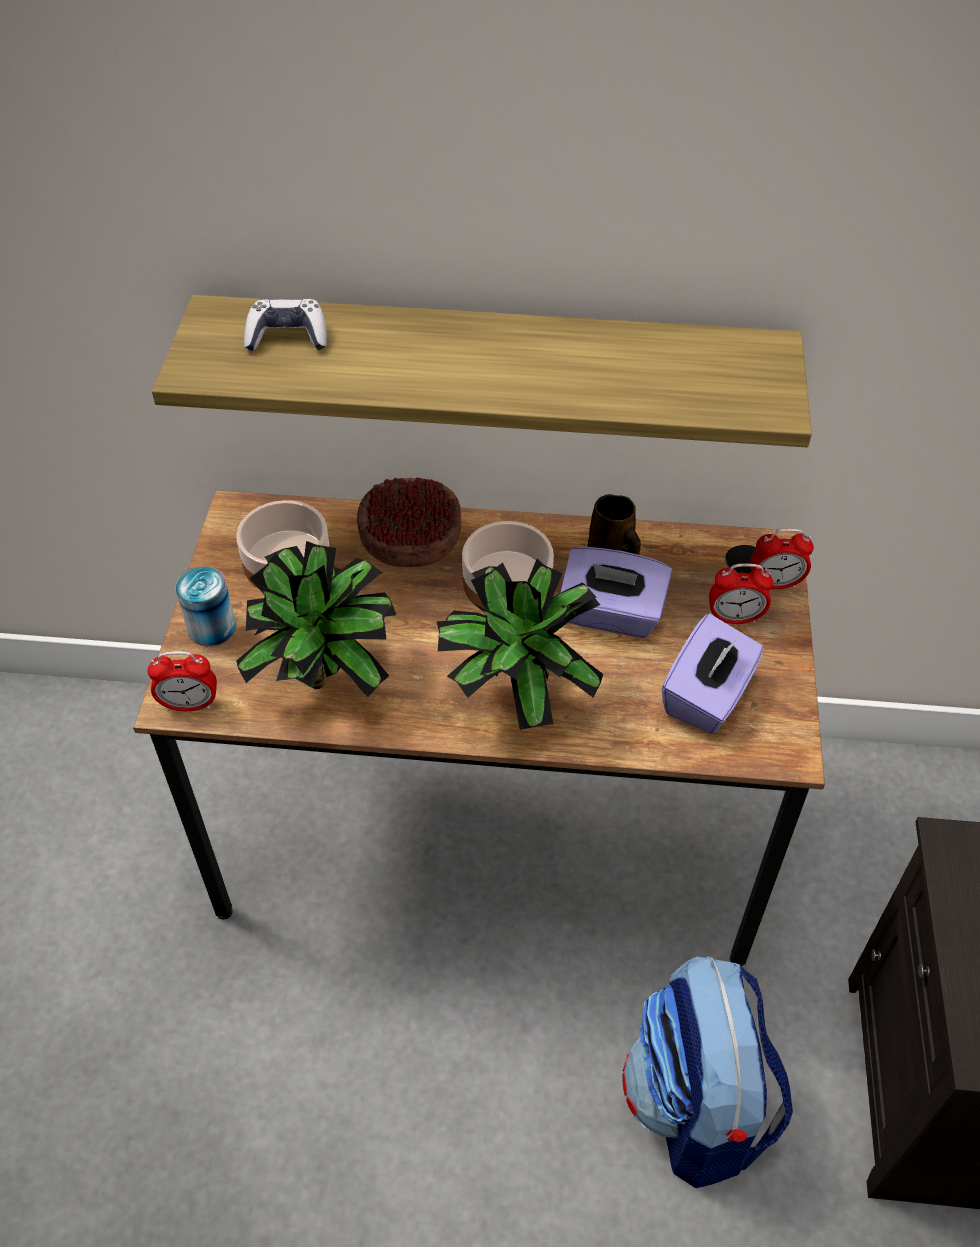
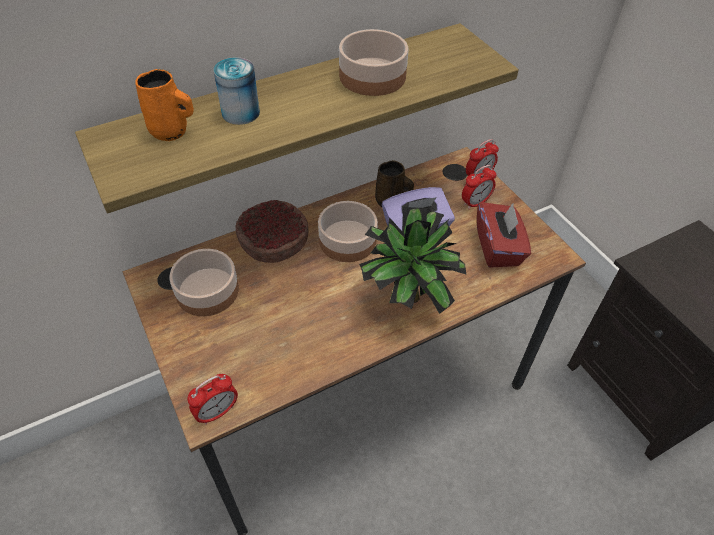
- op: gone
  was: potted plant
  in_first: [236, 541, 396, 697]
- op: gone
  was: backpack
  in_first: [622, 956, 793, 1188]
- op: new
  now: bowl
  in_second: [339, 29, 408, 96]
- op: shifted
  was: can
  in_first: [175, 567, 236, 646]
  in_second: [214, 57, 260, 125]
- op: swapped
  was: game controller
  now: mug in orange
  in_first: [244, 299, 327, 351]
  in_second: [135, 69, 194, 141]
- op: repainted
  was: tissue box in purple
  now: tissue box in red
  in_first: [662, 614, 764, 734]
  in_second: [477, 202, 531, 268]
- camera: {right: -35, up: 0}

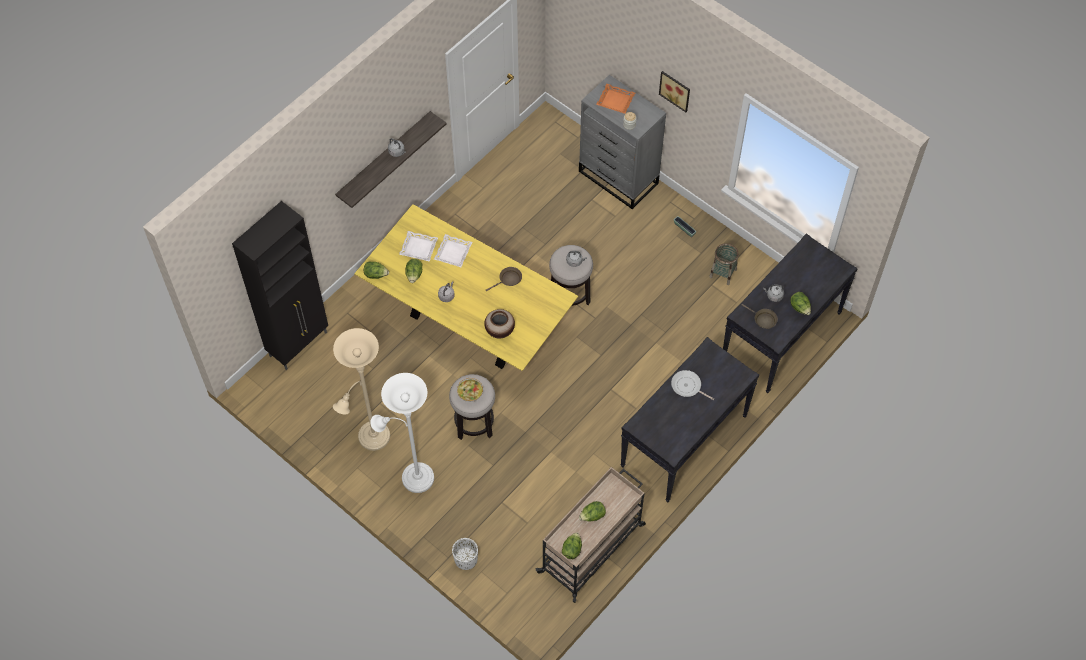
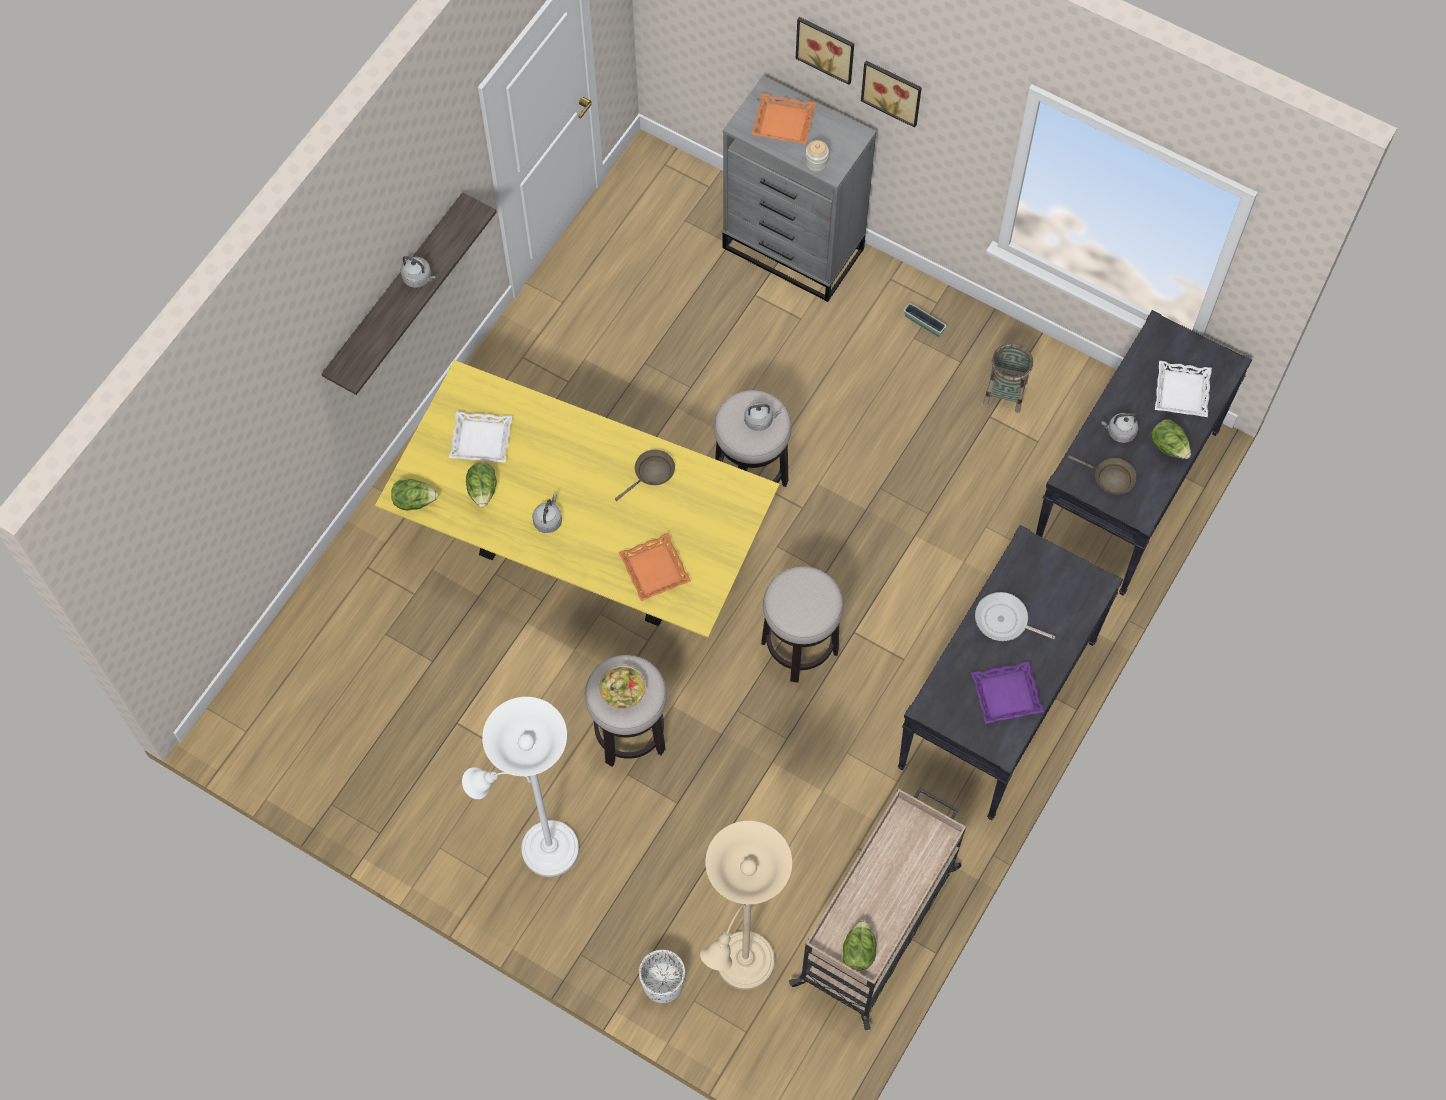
- op: gone
  was: cabinet in black
  in_first: [232, 201, 328, 370]
- op: gone
  was: lettuce
  in_first: [579, 501, 606, 521]
- op: new
  now: stool
  in_second: [761, 566, 844, 682]
- op: new
  now: picture
  in_second: [796, 17, 854, 85]
- op: new
  now: tray in purple
  in_second: [971, 661, 1044, 724]
- op: shifted
  was: floor lamp in beige
  in_first: [333, 328, 390, 451]
  in_second: [700, 821, 792, 990]
- op: shifted
  was: tray in white
  in_first: [434, 234, 472, 267]
  in_second: [1155, 361, 1212, 417]
- op: swapped
  was: vase
  now: tray in orange
  in_first: [484, 309, 515, 339]
  in_second: [618, 533, 691, 601]
- camera: {right: -10, up: 5}

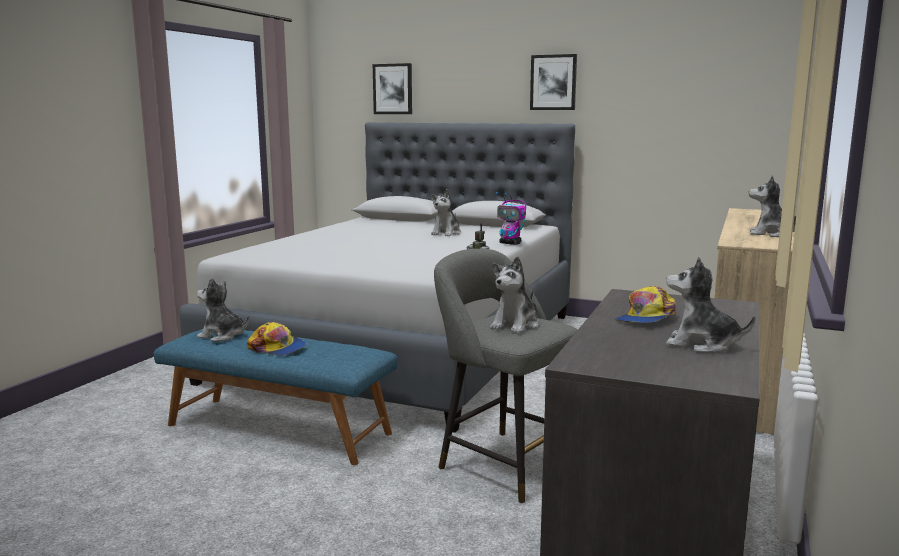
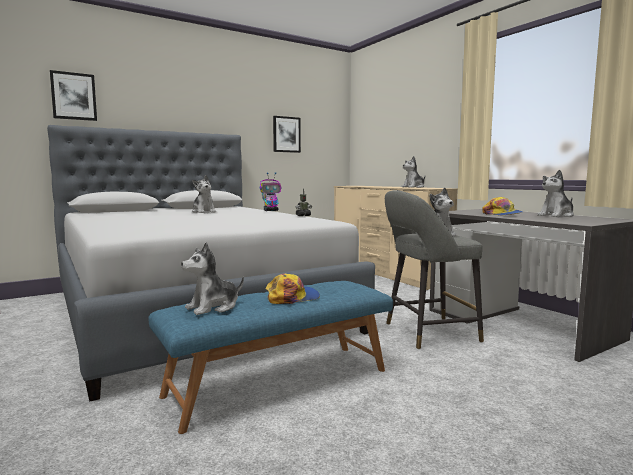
- op: shifted
  was: picture
  in_first: [530, 54, 577, 110]
  in_second: [273, 116, 301, 153]
- camera: {right: -55, up: -5}

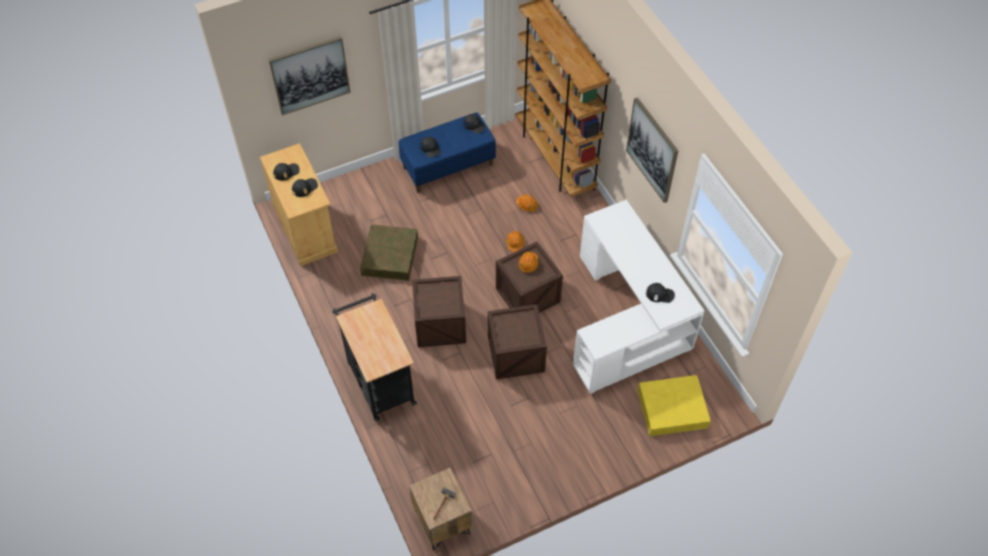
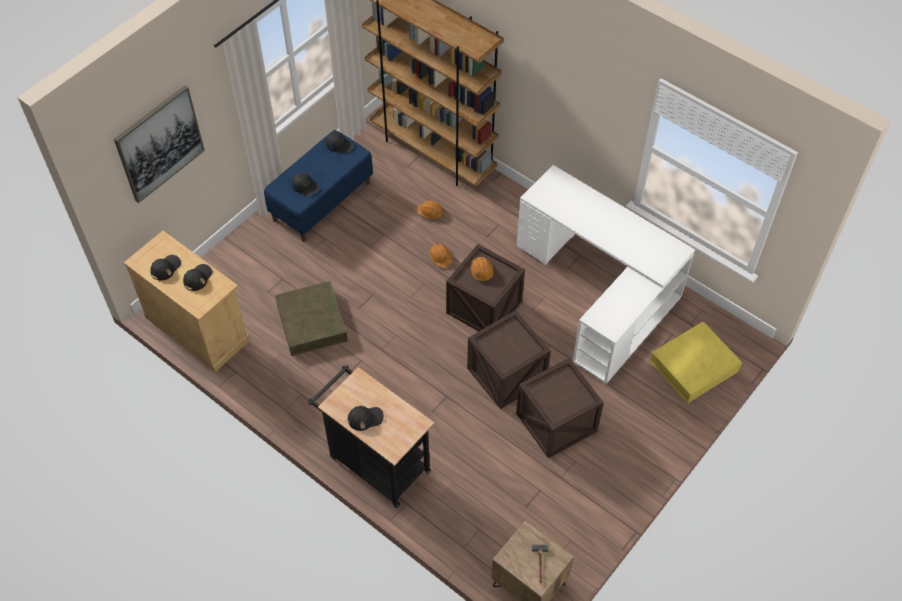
- op: gone
  was: picture
  in_first: [626, 97, 678, 203]
- op: shifted
  was: crate
  in_first: [412, 276, 466, 347]
  in_second: [516, 358, 604, 458]
- op: shifted
  was: cap in black
  in_first: [646, 283, 675, 303]
  in_second: [348, 406, 384, 431]
- camera: {right: -25, up: 0}

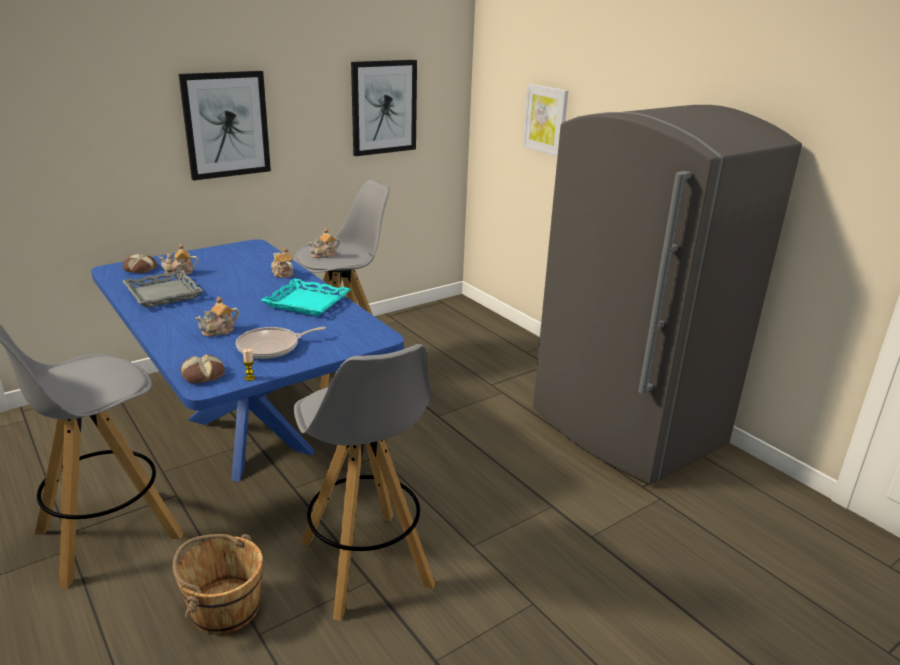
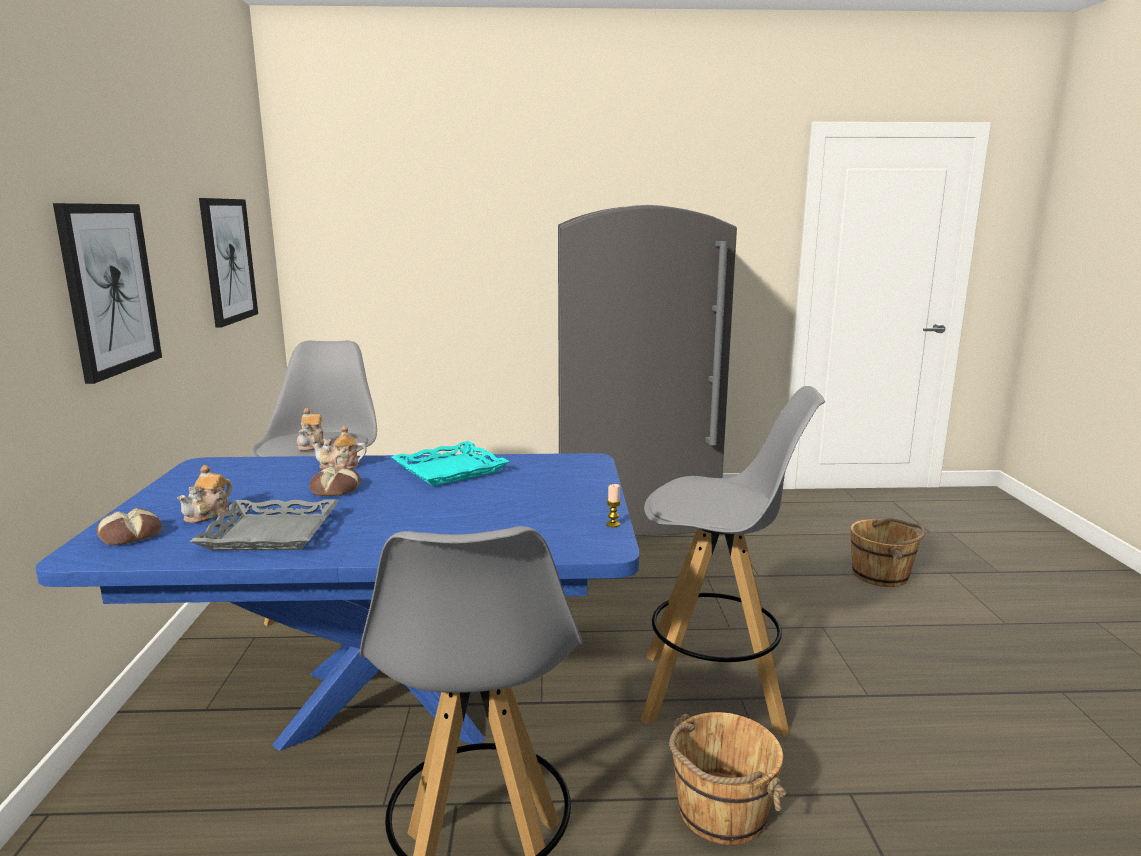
- op: gone
  was: teapot
  in_first: [195, 297, 239, 337]
- op: gone
  was: frying pan
  in_first: [236, 327, 326, 359]
- op: gone
  was: picture
  in_first: [523, 84, 568, 156]
- op: new
  now: bucket in brown
  in_second: [850, 517, 925, 587]
- op: shifted
  was: bread
  in_first: [180, 354, 225, 383]
  in_second: [309, 466, 361, 496]
- camera: {right: -55, up: -10}

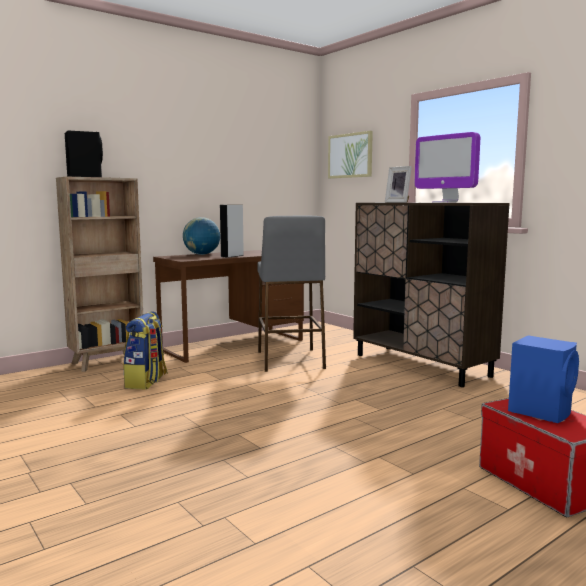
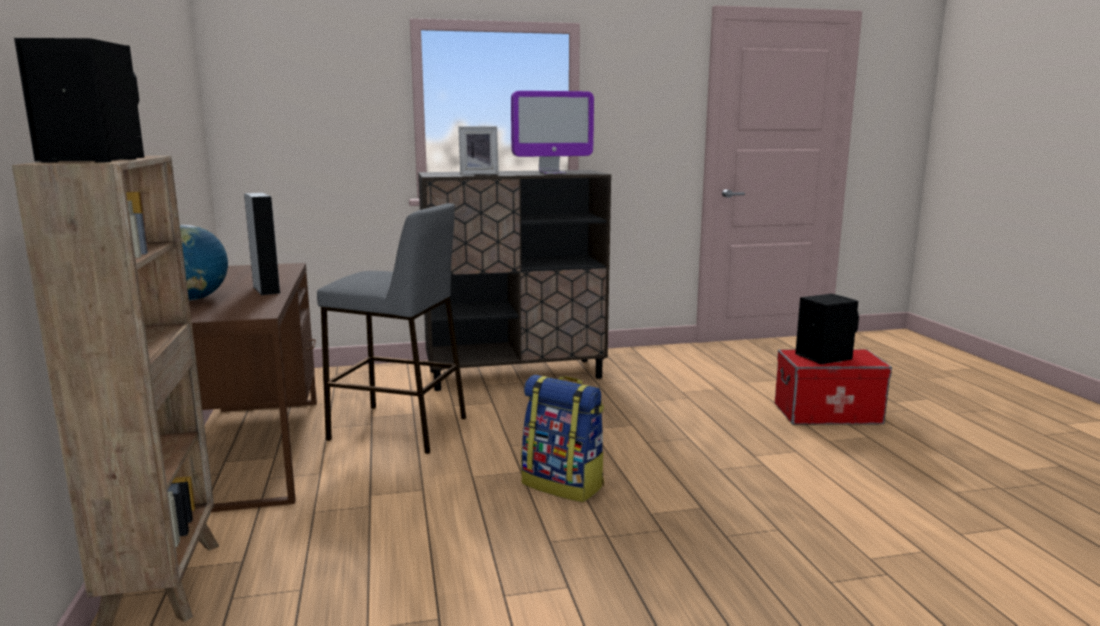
- op: gone
  was: picture
  in_first: [328, 131, 373, 179]
- op: shifted
  was: backpack
  in_first: [123, 311, 168, 389]
  in_second: [521, 375, 604, 502]
- op: repainted
  was: speaker in blue
  now: speaker in black
  in_first: [508, 336, 579, 423]
  in_second: [795, 294, 859, 364]
- camera: {right: -65, up: 5}

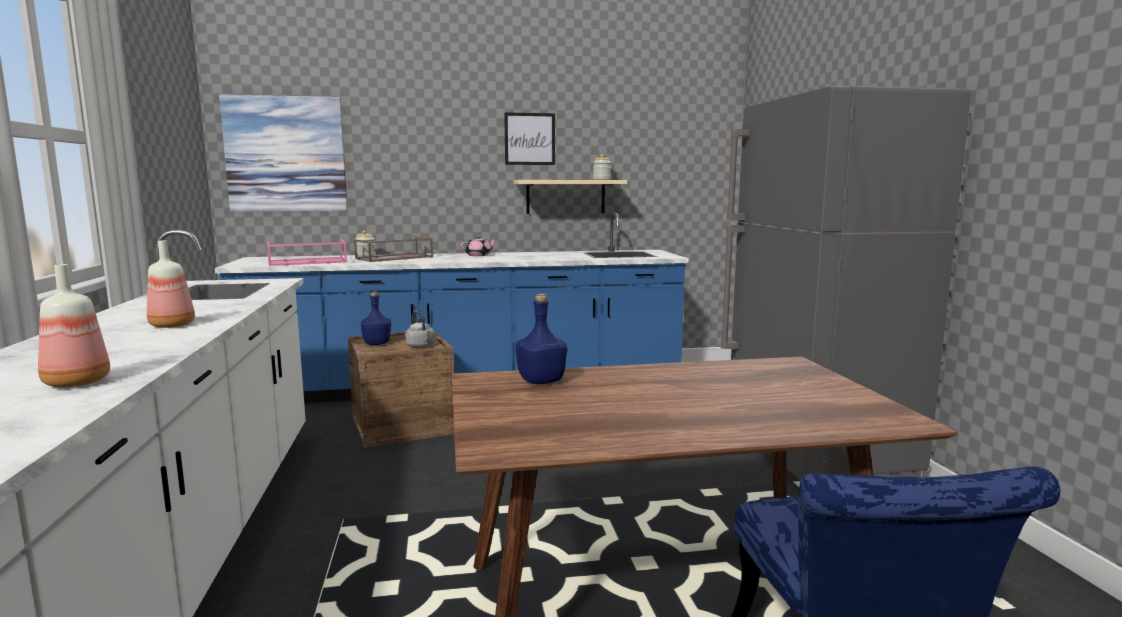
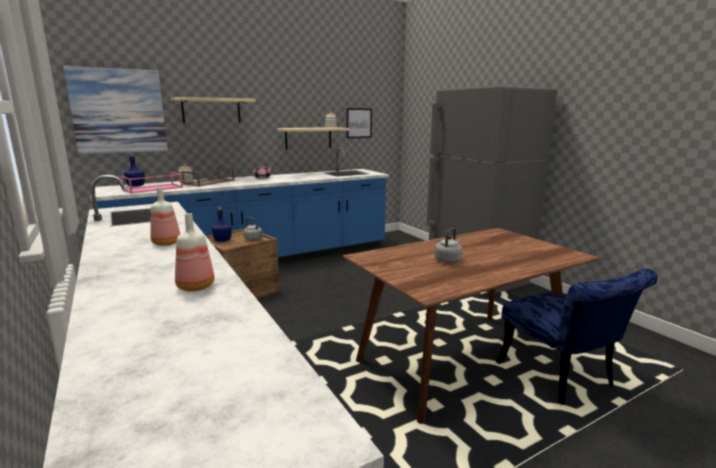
- op: new
  now: shelf in beige
  in_second: [171, 97, 256, 123]
- op: new
  now: kettle in grey
  in_second: [434, 228, 463, 263]
- op: shifted
  was: picture
  in_first: [504, 112, 555, 165]
  in_second: [346, 108, 372, 138]
- op: shifted
  was: bottle in blue
  in_first: [516, 294, 567, 384]
  in_second: [124, 154, 145, 187]
- camera: {right: -20, up: 5}

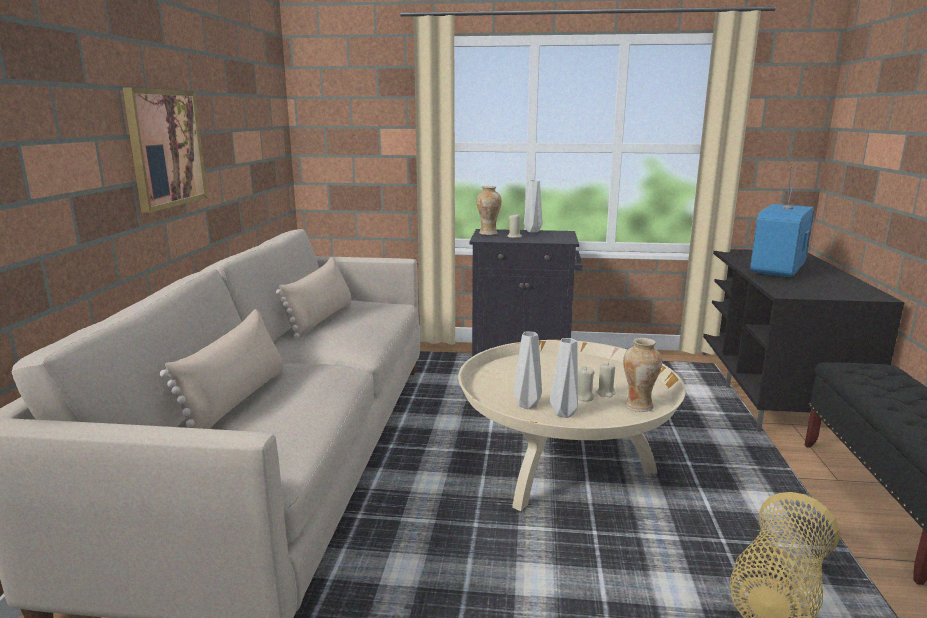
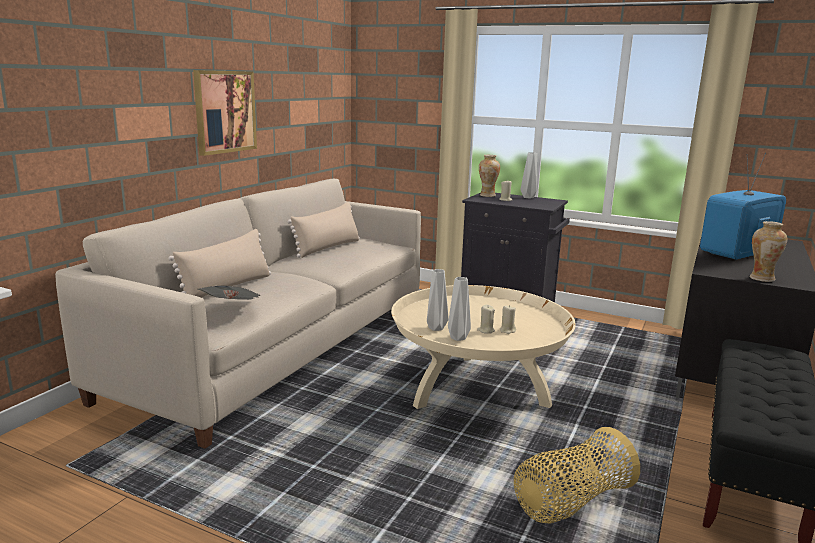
- op: new
  now: newspaper
  in_second: [197, 286, 260, 300]
- op: shifted
  was: vase
  in_first: [623, 338, 662, 412]
  in_second: [750, 221, 787, 282]
- camera: {right: 20, up: 0}

